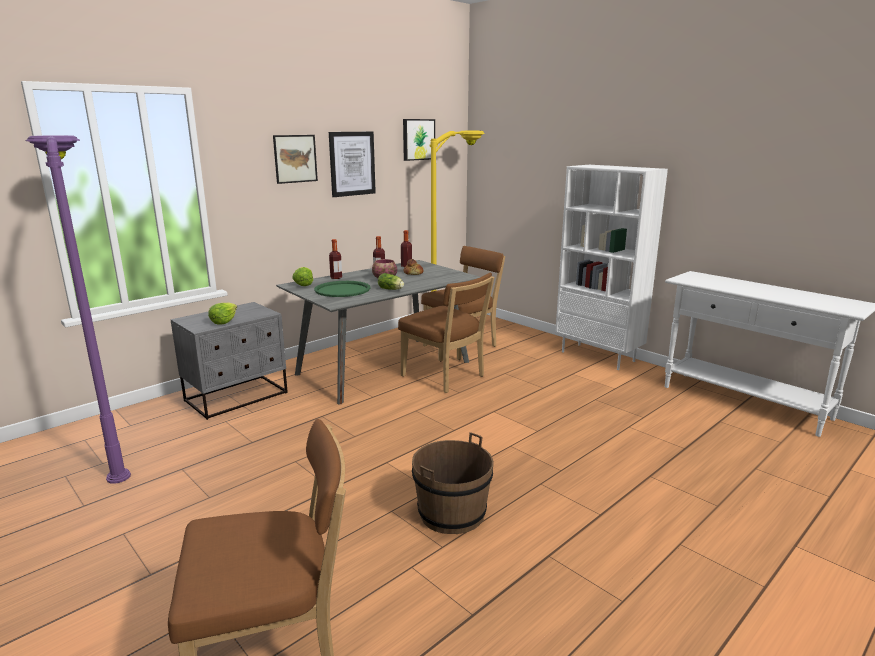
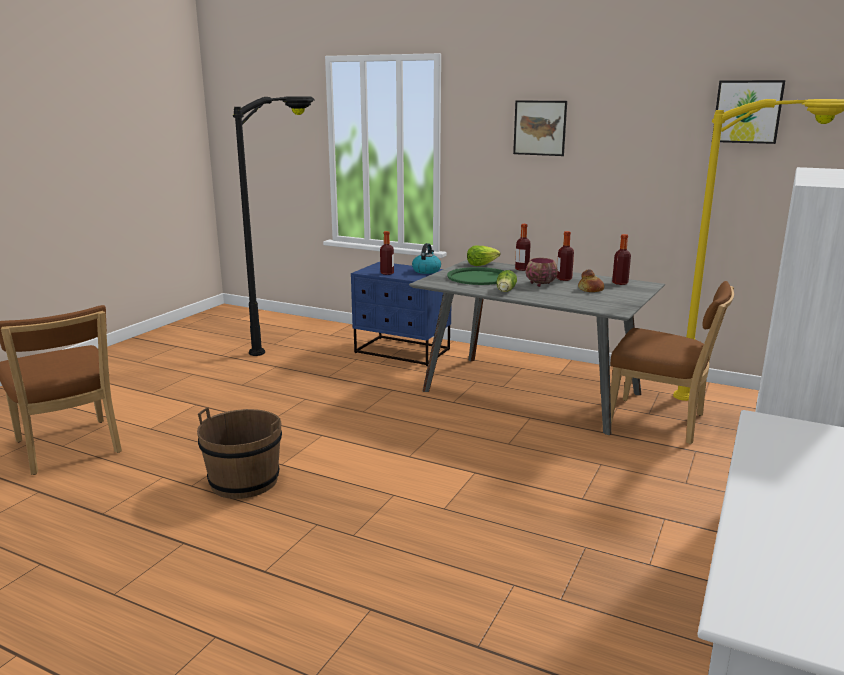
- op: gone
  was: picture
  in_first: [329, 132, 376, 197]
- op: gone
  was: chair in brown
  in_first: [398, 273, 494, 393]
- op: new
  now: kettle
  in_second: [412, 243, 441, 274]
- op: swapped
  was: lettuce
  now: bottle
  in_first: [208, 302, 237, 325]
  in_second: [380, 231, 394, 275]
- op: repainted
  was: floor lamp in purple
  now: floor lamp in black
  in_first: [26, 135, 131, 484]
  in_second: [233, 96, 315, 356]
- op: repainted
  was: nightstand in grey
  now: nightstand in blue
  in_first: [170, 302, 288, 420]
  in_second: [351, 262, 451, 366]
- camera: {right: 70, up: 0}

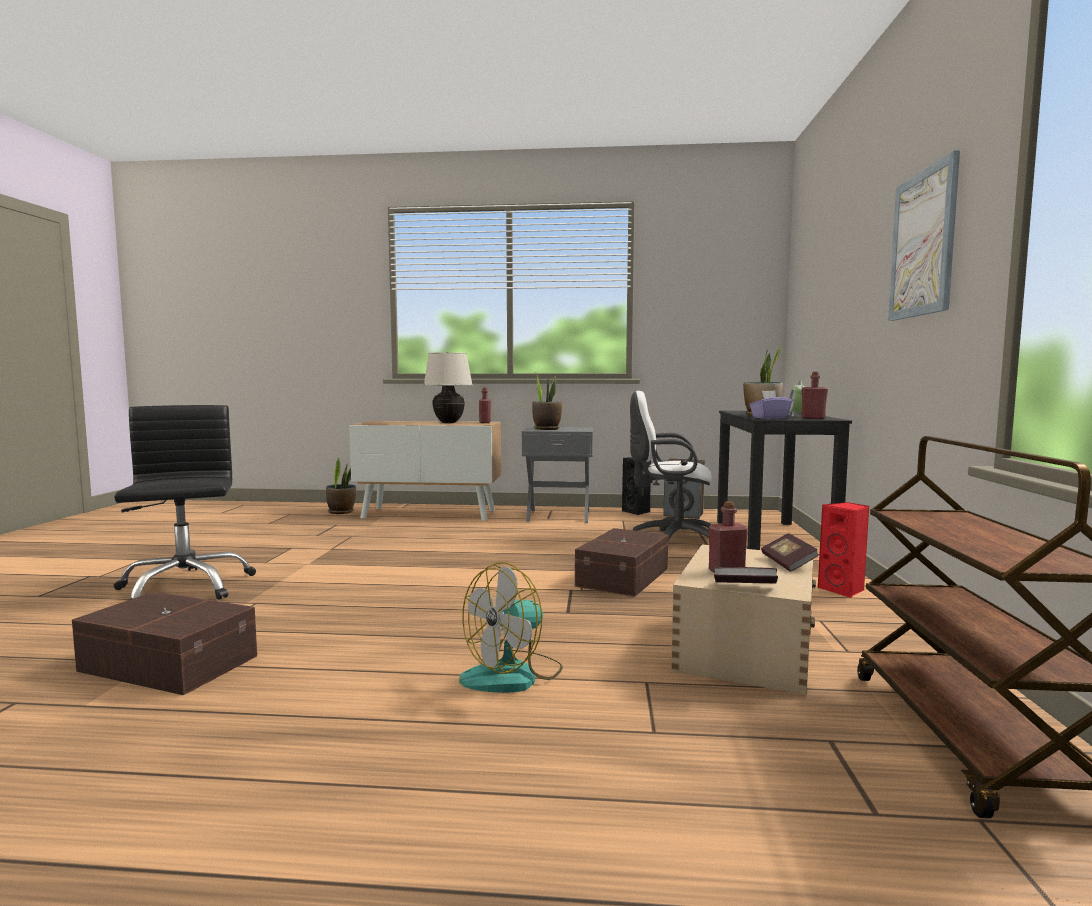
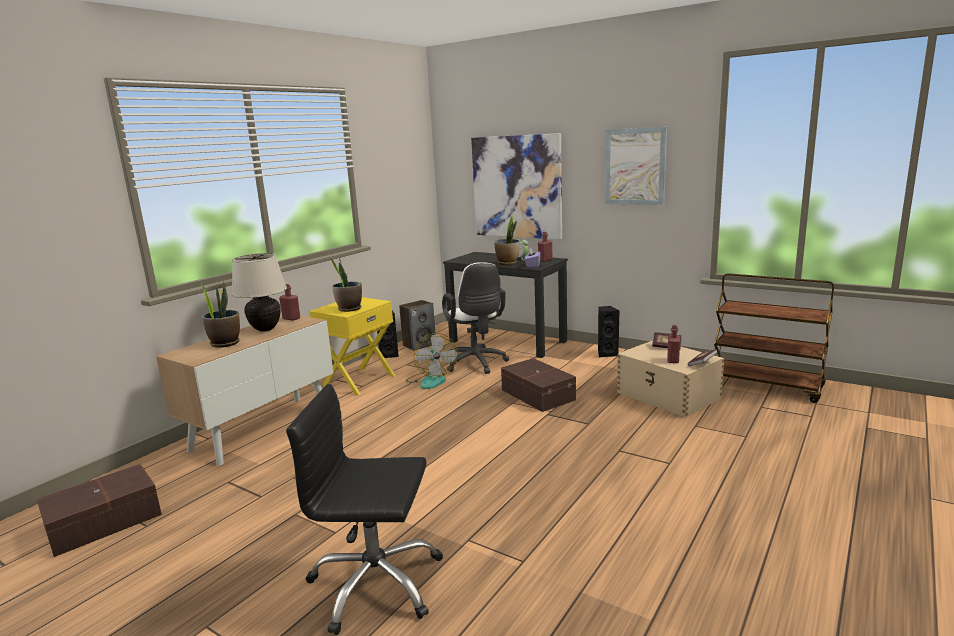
- op: new
  now: picture
  in_second: [471, 133, 562, 239]
- op: shifted
  was: storage box in brown
  in_first: [72, 592, 257, 695]
  in_second: [36, 464, 162, 557]
- op: shifted
  was: potted plant
  in_first: [326, 457, 356, 514]
  in_second: [199, 282, 240, 348]
- op: shifted
  was: fan
  in_first: [459, 562, 563, 693]
  in_second: [406, 333, 458, 389]
- op: repainted
  was: nightstand in grey
  now: nightstand in yellow
  in_first: [522, 427, 593, 523]
  in_second: [310, 297, 396, 395]
- op: repainted
  was: speaker in red
  now: speaker in black
  in_first: [817, 502, 869, 598]
  in_second: [598, 306, 619, 357]
- op: rotated
  was: office chair in white
  in_first: [630, 391, 712, 540]
  in_second: [442, 262, 509, 374]
  clockwise: -60
- camera: {right: -60, up: 10}

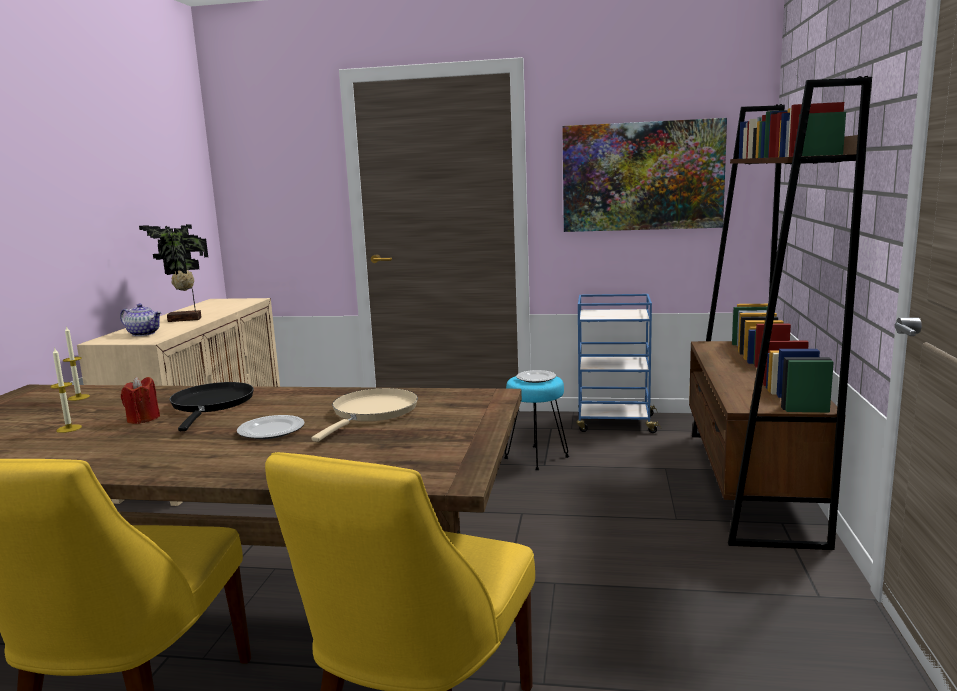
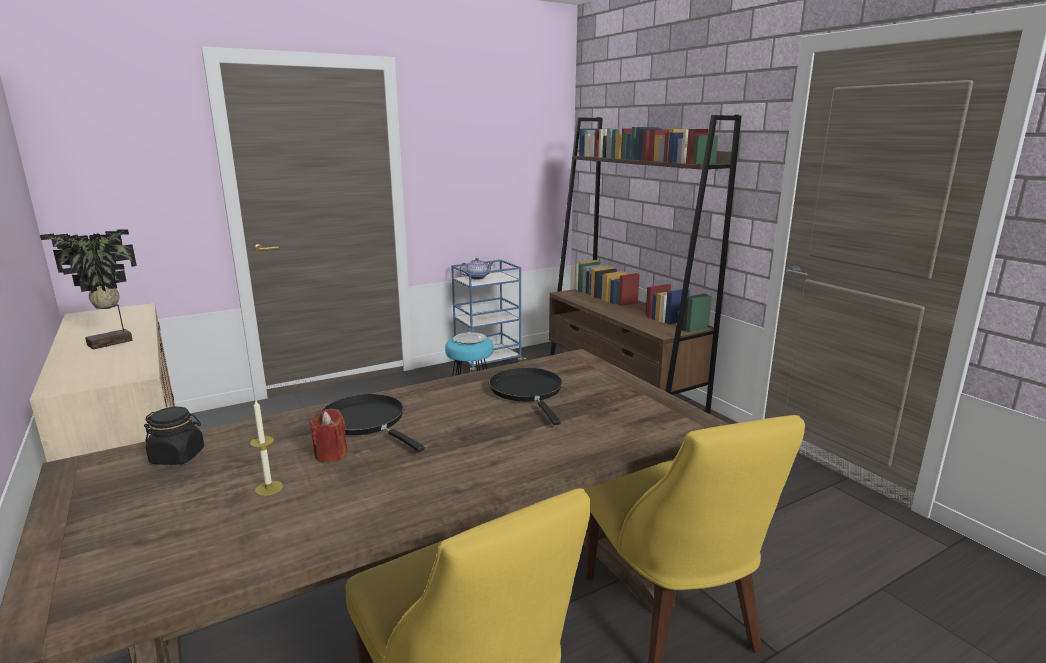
- op: gone
  was: plate
  in_first: [237, 415, 304, 439]
- op: gone
  was: picture
  in_first: [562, 118, 727, 232]
- op: shifted
  was: teapot
  in_first: [120, 303, 162, 336]
  in_second: [460, 258, 494, 280]
- op: swapped
  was: candle
  now: jar in black
  in_first: [63, 326, 90, 401]
  in_second: [144, 407, 204, 465]
- op: repainted
  was: frying pan in beige
  now: frying pan in black
  in_first: [312, 388, 418, 442]
  in_second: [489, 367, 562, 425]
- camera: {right: -40, up: 5}

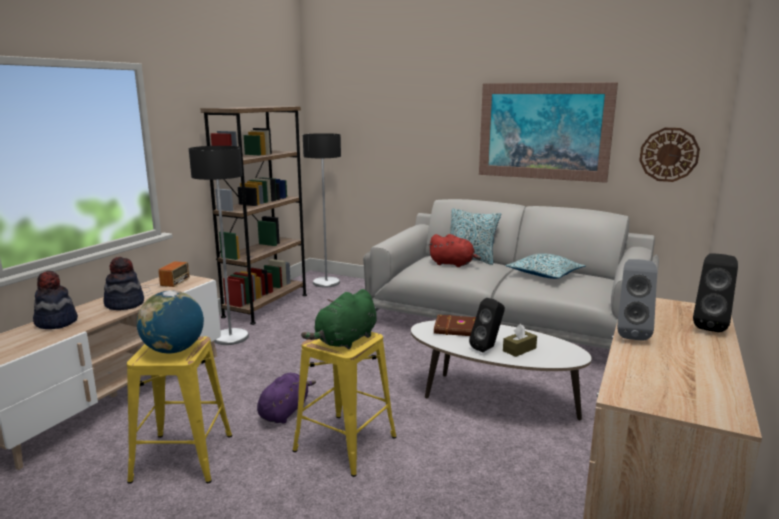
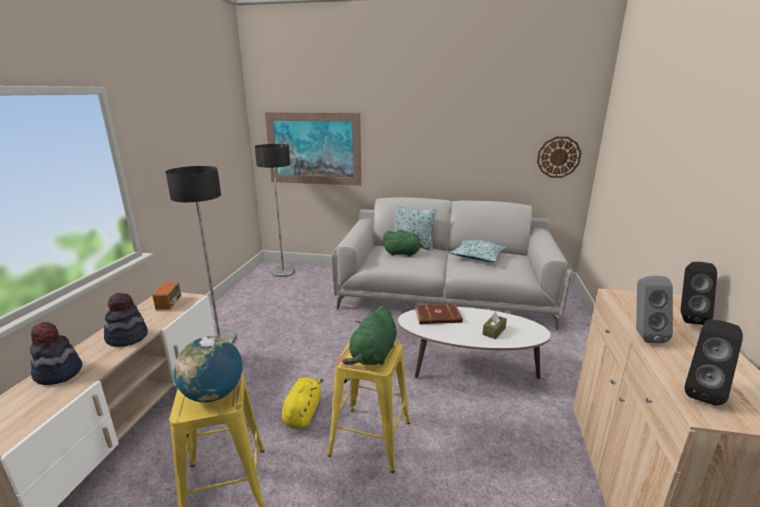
- op: gone
  was: bookcase in brown
  in_first: [200, 106, 307, 325]
- op: shifted
  was: speaker in black
  in_first: [469, 298, 505, 352]
  in_second: [684, 319, 743, 405]
- op: shifted
  was: picture
  in_first: [479, 82, 618, 183]
  in_second: [265, 112, 361, 186]
- op: repainted
  was: plush toy in purple
  now: plush toy in yellow
  in_first: [257, 373, 316, 424]
  in_second: [282, 377, 323, 429]
- op: repainted
  was: plush toy in red
  now: plush toy in green
  in_first: [428, 234, 481, 267]
  in_second: [383, 230, 428, 257]
- camera: {right: -15, up: 5}

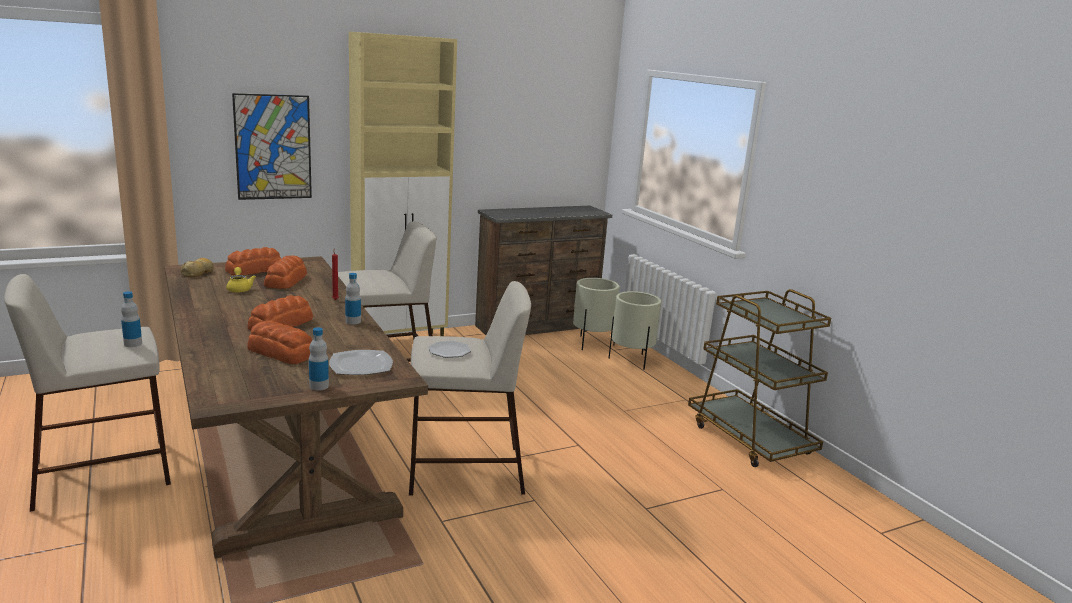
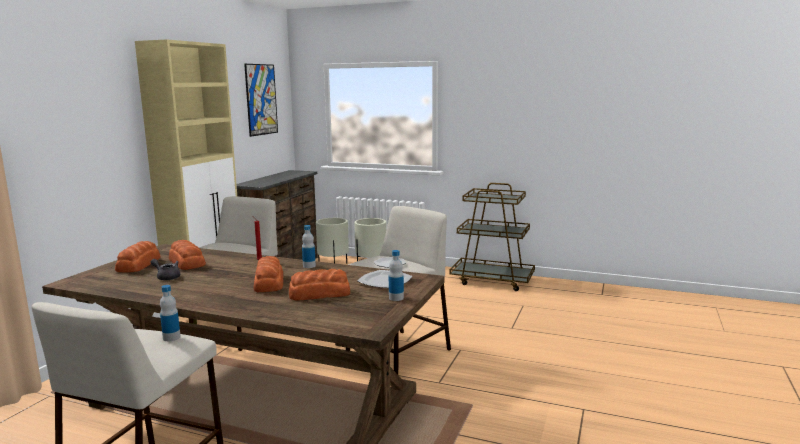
- op: gone
  was: bread
  in_first: [181, 258, 214, 277]
- op: shifted
  was: picture
  in_first: [232, 93, 312, 200]
  in_second: [244, 64, 278, 137]
- op: repainted
  was: teapot in yellow
  now: teapot in grey
  in_first: [227, 267, 256, 293]
  in_second: [151, 259, 180, 280]
- camera: {right: -40, up: -5}

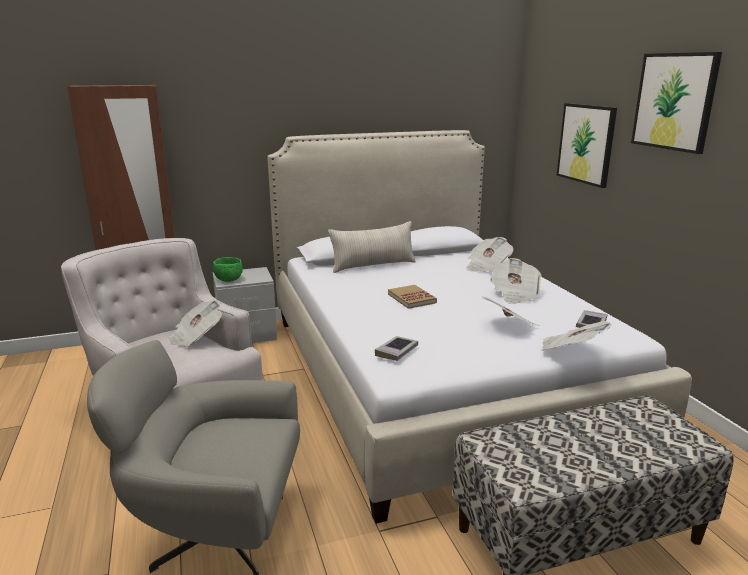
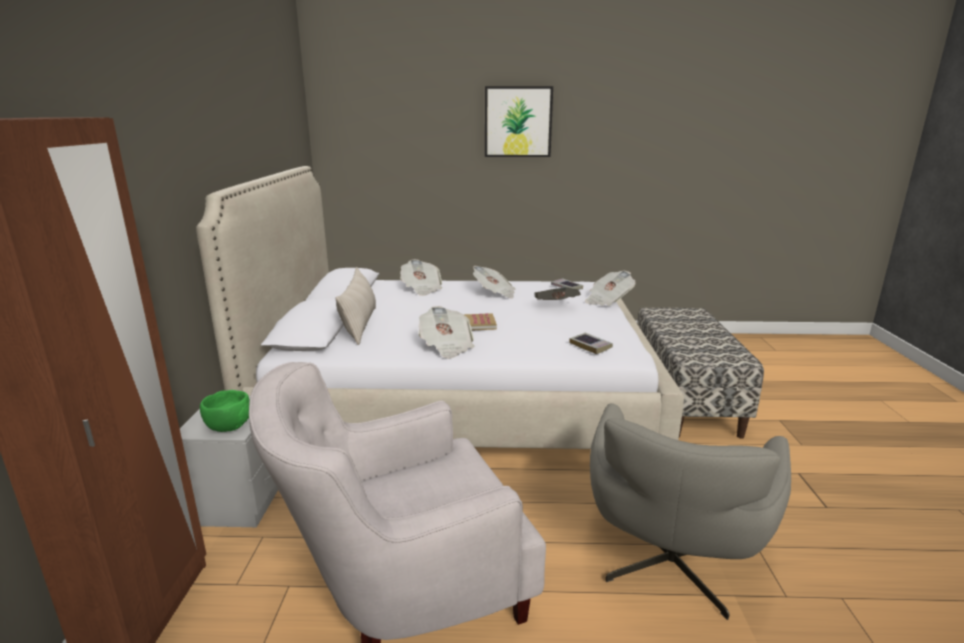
- op: gone
  was: picture
  in_first: [557, 103, 617, 188]
- op: shifted
  was: newspaper
  in_first: [166, 300, 222, 347]
  in_second: [419, 306, 474, 359]
- camera: {right: -70, up: 0}

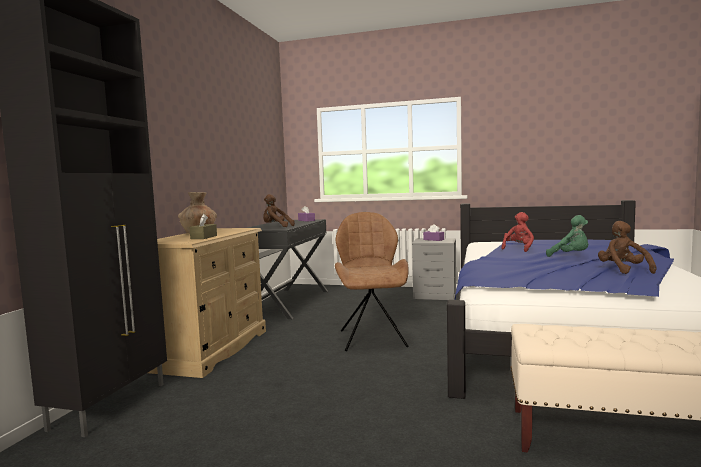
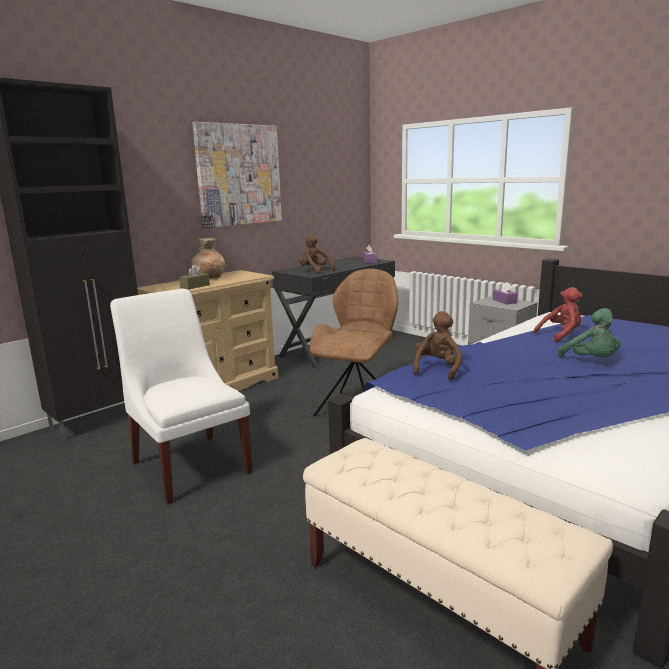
- op: new
  now: chair in white
  in_second: [110, 289, 252, 504]
- op: new
  now: picture
  in_second: [192, 122, 282, 228]
- op: shifted
  was: plush toy in brown
  in_first: [598, 221, 657, 274]
  in_second: [413, 311, 462, 380]
- camera: {right: 30, up: 10}

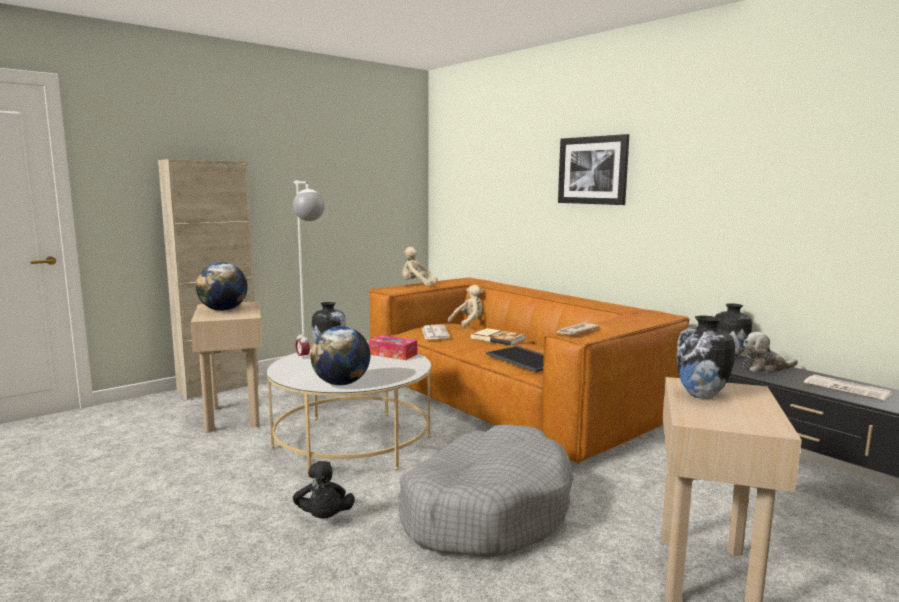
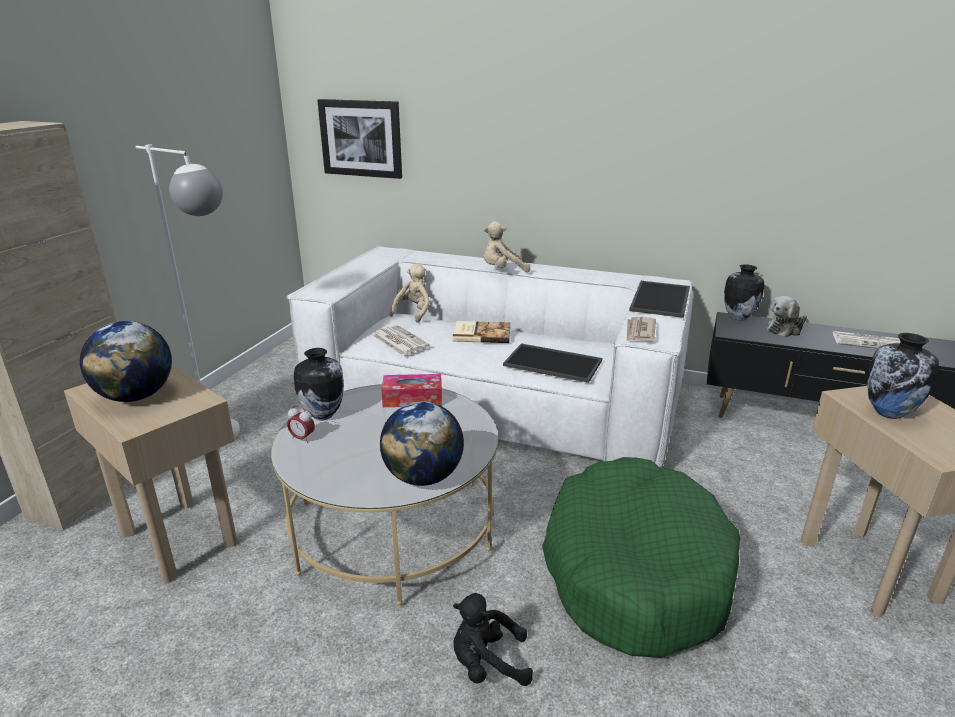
- op: new
  now: tray
  in_second: [629, 281, 690, 318]
- op: shifted
  was: plush toy in beige
  in_first: [402, 247, 437, 286]
  in_second: [484, 221, 530, 272]
- op: shifted
  was: picture
  in_first: [558, 134, 629, 205]
  in_second: [317, 99, 402, 179]
- op: repainted
  was: sofa in brown
  now: sofa in white
  in_first: [369, 277, 690, 464]
  in_second: [286, 246, 693, 468]
- op: repainted
  was: dog bed in grey
  now: dog bed in green
  in_first: [398, 425, 574, 557]
  in_second: [542, 457, 740, 658]
- op: rotated
  was: plush toy in black
  in_first: [293, 461, 355, 519]
  in_second: [453, 593, 533, 686]
  clockwise: 135
- camera: {right: -30, up: 15}

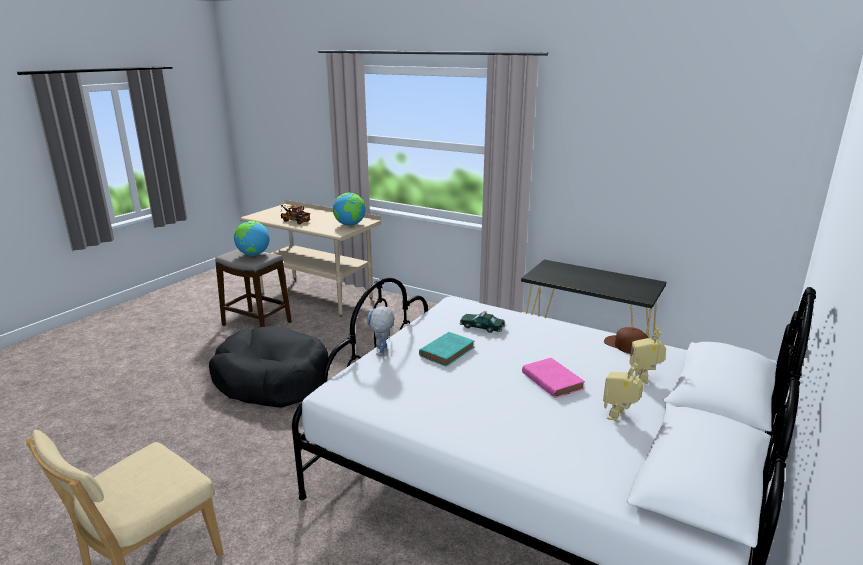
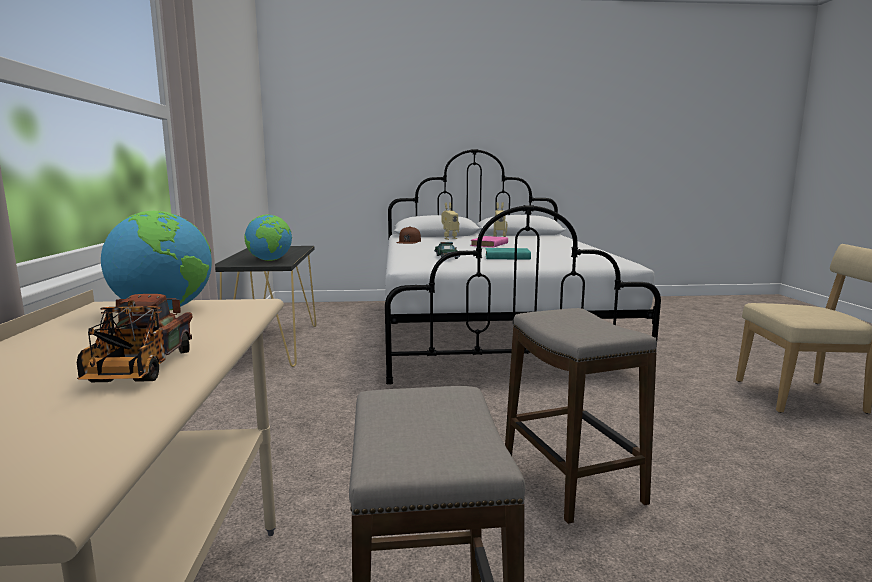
- op: gone
  was: toy robot
  in_first: [367, 306, 395, 356]
- op: shifted
  was: globe
  in_first: [234, 221, 270, 256]
  in_second: [244, 214, 292, 261]
- op: swapped
  was: dog bed in black
  now: stool
  in_first: [209, 326, 328, 408]
  in_second: [505, 308, 657, 524]
- camera: {right: -125, up: -10}

